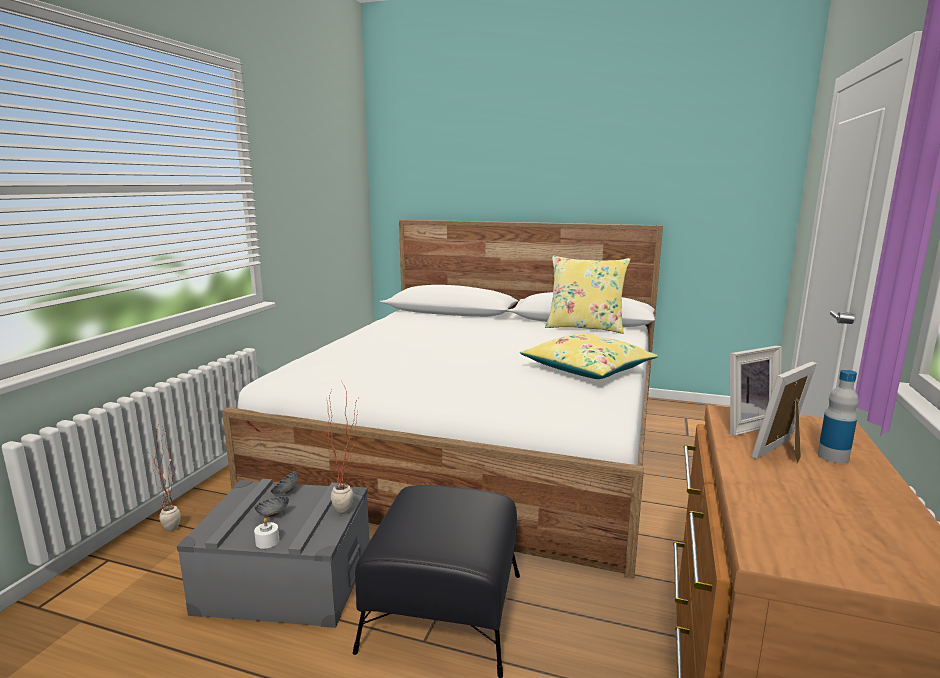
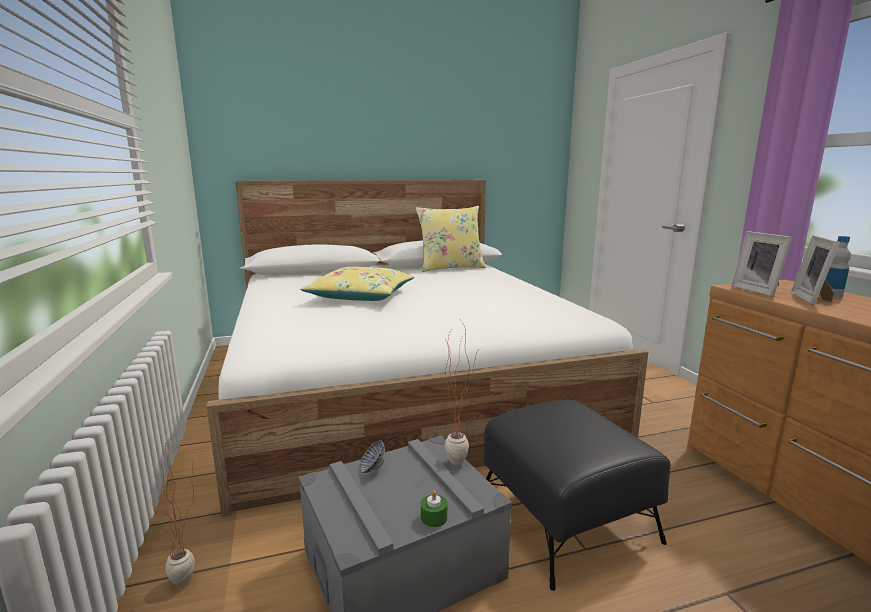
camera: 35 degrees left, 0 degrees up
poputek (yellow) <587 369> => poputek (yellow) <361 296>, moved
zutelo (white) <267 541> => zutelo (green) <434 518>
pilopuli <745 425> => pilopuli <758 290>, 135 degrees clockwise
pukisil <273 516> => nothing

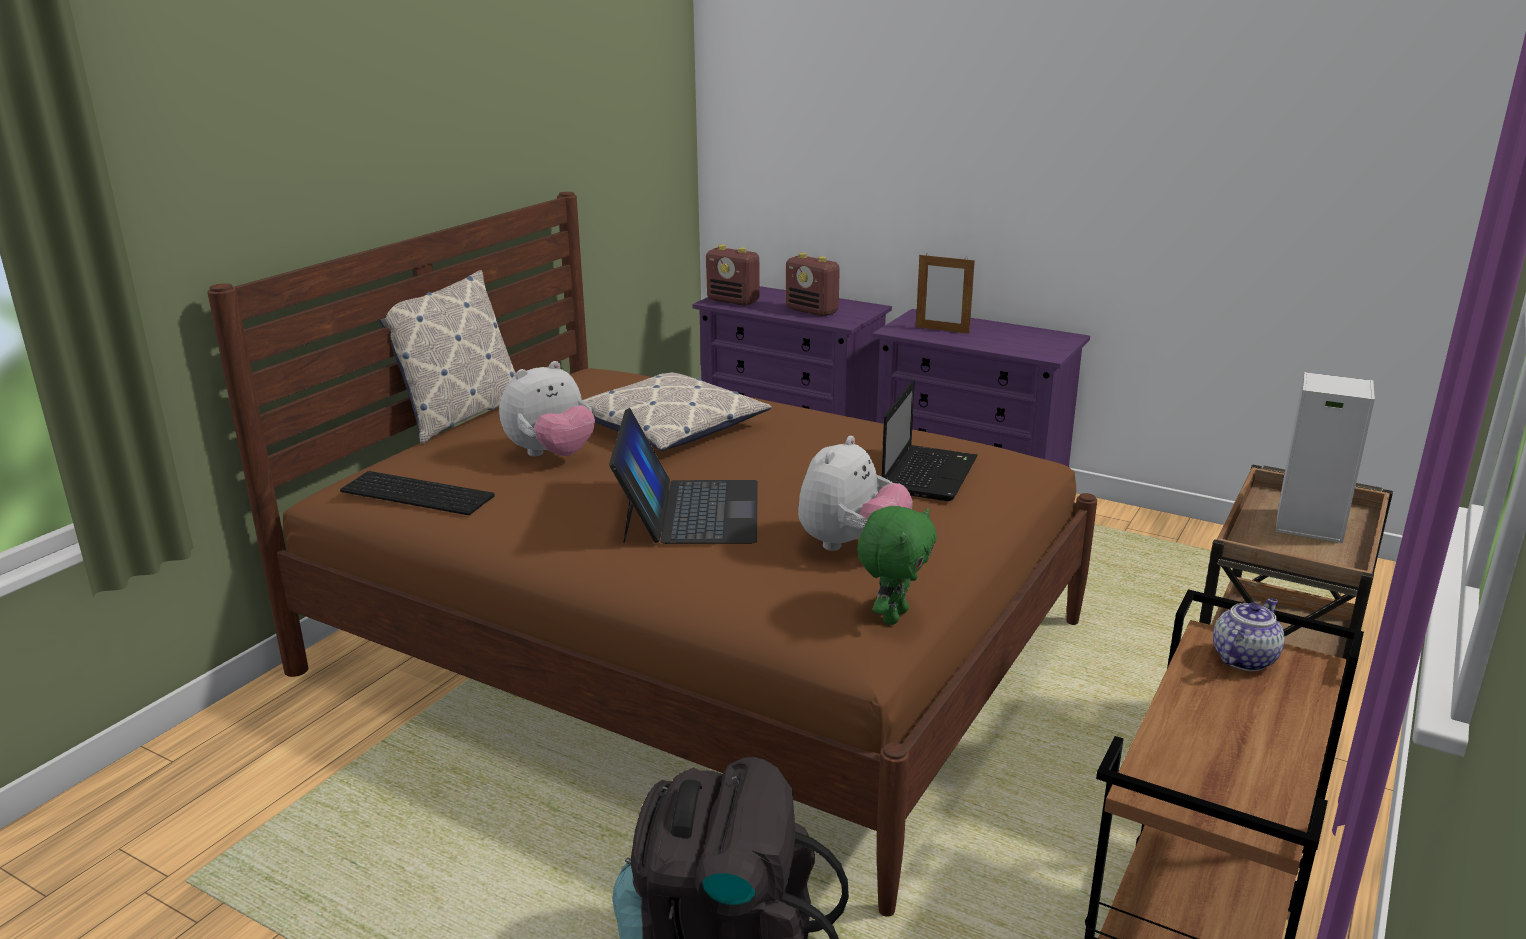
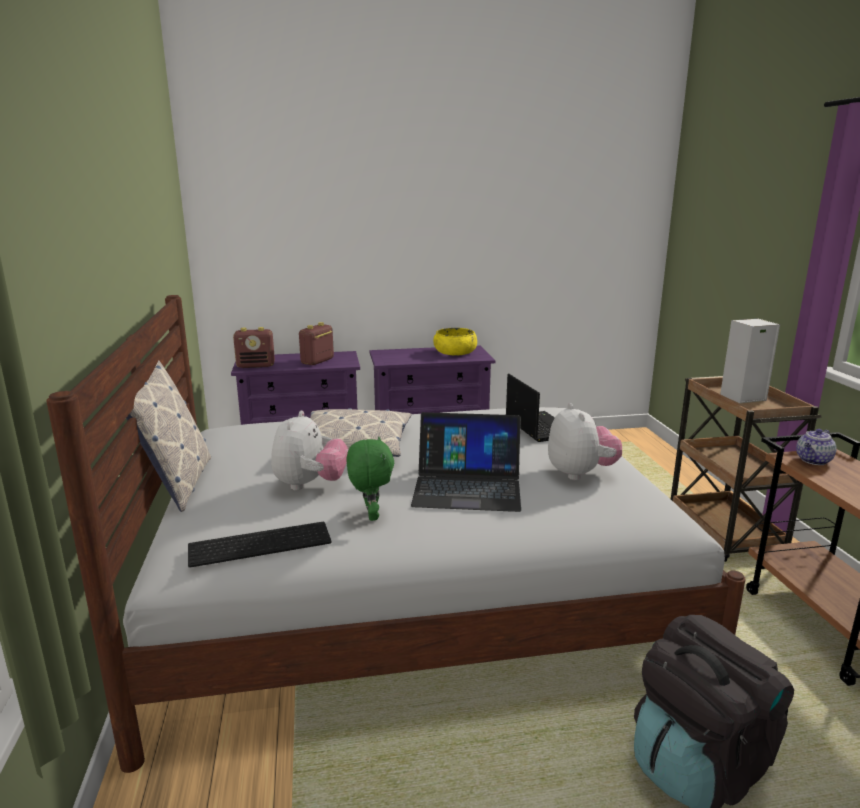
camera: 40 degrees left, 5 degrees down
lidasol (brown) <697 646> => lidasol (white) <414 593>
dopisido <812 311> => dopisido <317 362>, 120 degrees clockwise
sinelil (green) <893 616> => sinelil (green) <370 515>, moved
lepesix <689 511> => lepesix <467 486>, 135 degrees clockwise
nothing => pukisil (yellow) <455 352>
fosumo <1244 658> => fosumo <813 461>, 135 degrees counterclockwise
pilopuli <942 330> => nothing

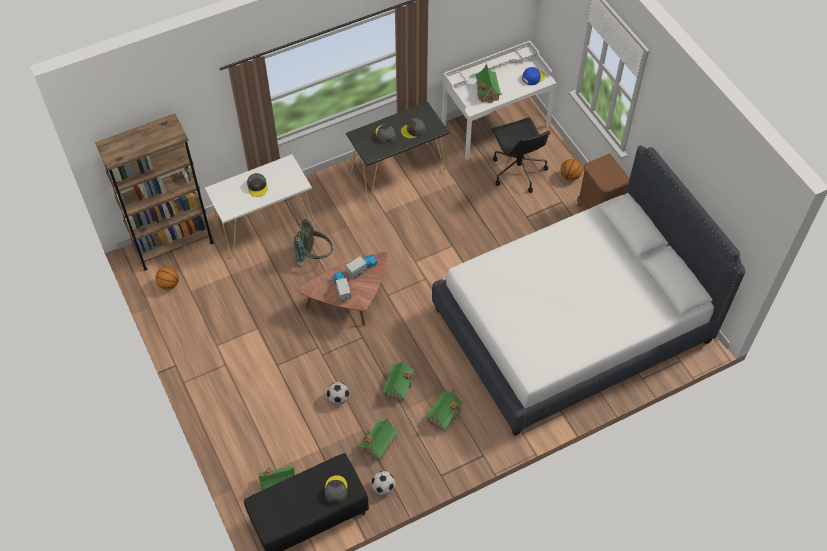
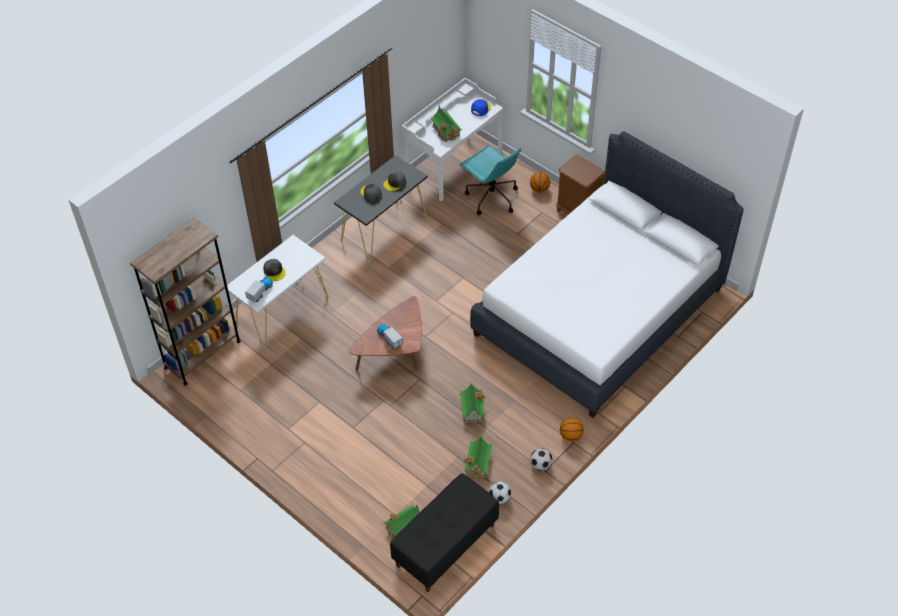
camera: 20 degrees left, 5 degrees down
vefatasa <362 269> => vefatasa <260 292>, moved
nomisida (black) <517 170> => nomisida (turquoise) <491 197>
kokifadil <338 398> => kokifadil <540 465>, moved
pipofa <169 284> => pipofa <570 436>, moved
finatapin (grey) <315 256> => nothing
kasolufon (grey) <336 490> => nothing
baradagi <444 414> => nothing

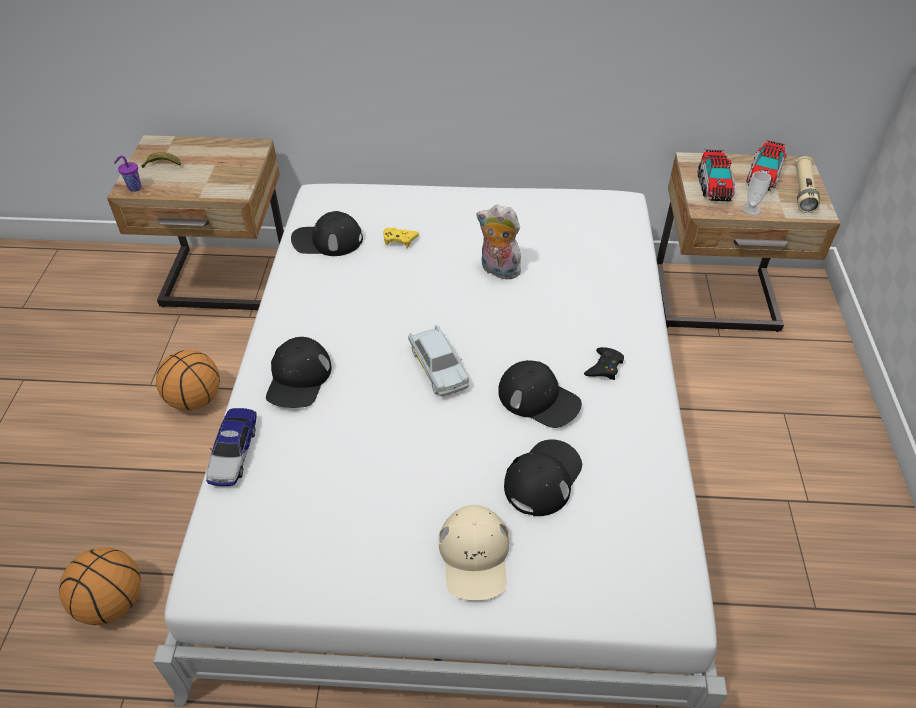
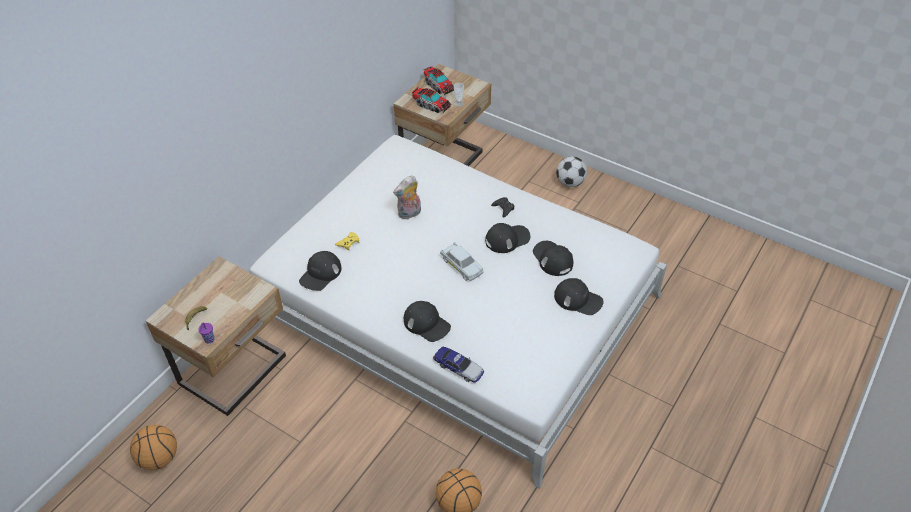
camera: 60 degrees left, 0 degrees up
pipofa <195 398> => pipofa <158 458>, moved
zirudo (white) <438 367> => zirudo (white) <461 266>, 45 degrees clockwise
kasolufon (beige) <474 556> => kasolufon (black) <578 299>
nothing => kokifadil <570 183>
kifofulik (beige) <803 192> => nothing

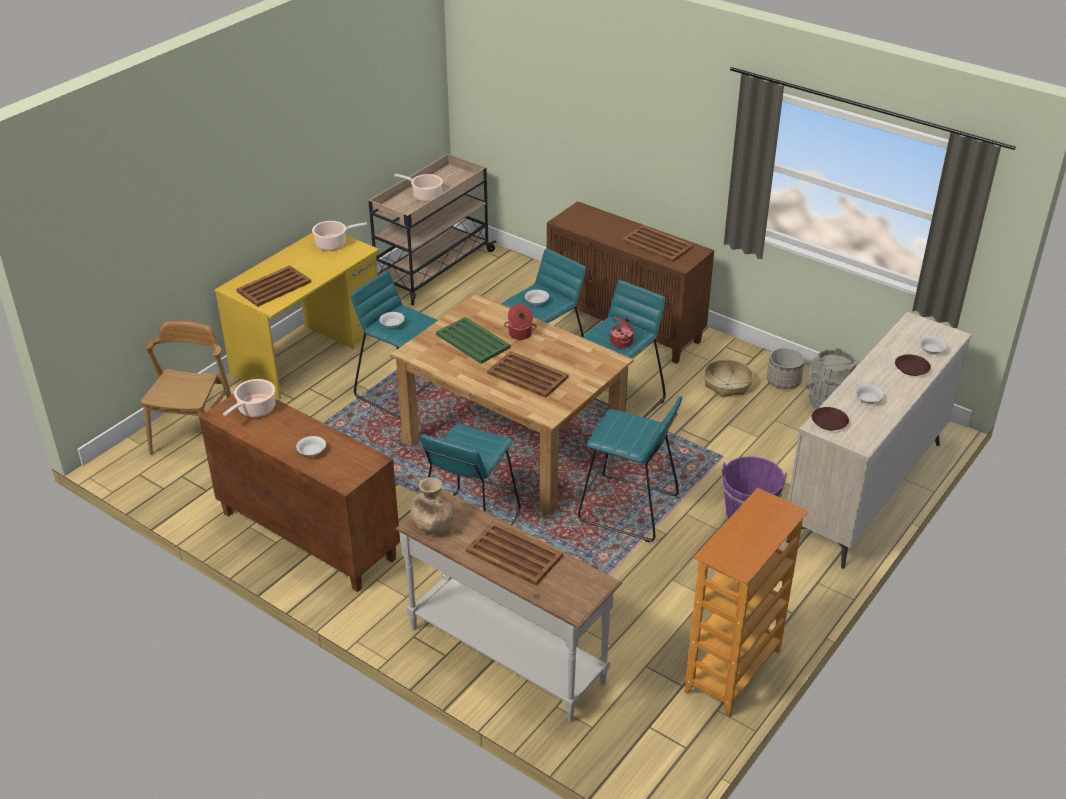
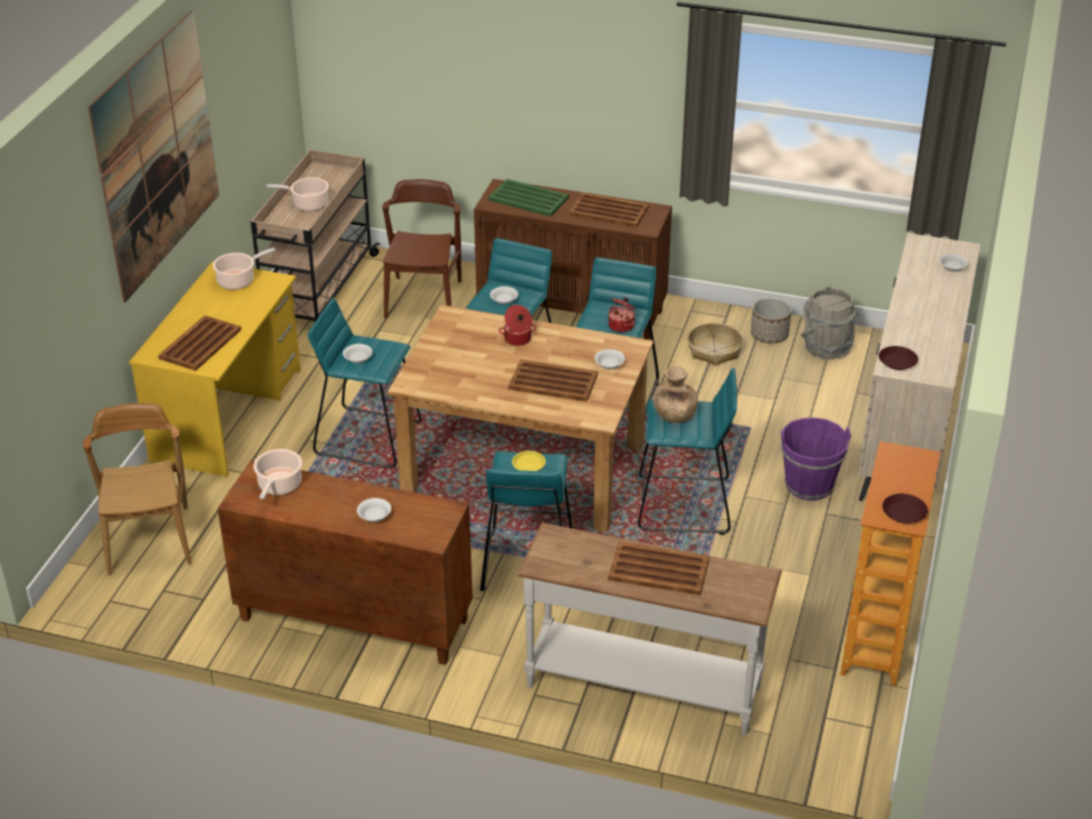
camera: 20 degrees left, 0 degrees up
nothing => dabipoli <157 154>
nothing => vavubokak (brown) <424 299>
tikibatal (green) <472 340> => tikibatal (green) <527 198>, moved
nothing => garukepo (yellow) <528 464>
pukisil (white) <868 399> => pukisil (white) <609 364>, moved
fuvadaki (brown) <433 525> => fuvadaki (brown) <674 415>, moved
garukepo (brown) <912 368> => garukepo (brown) <904 512>, moved

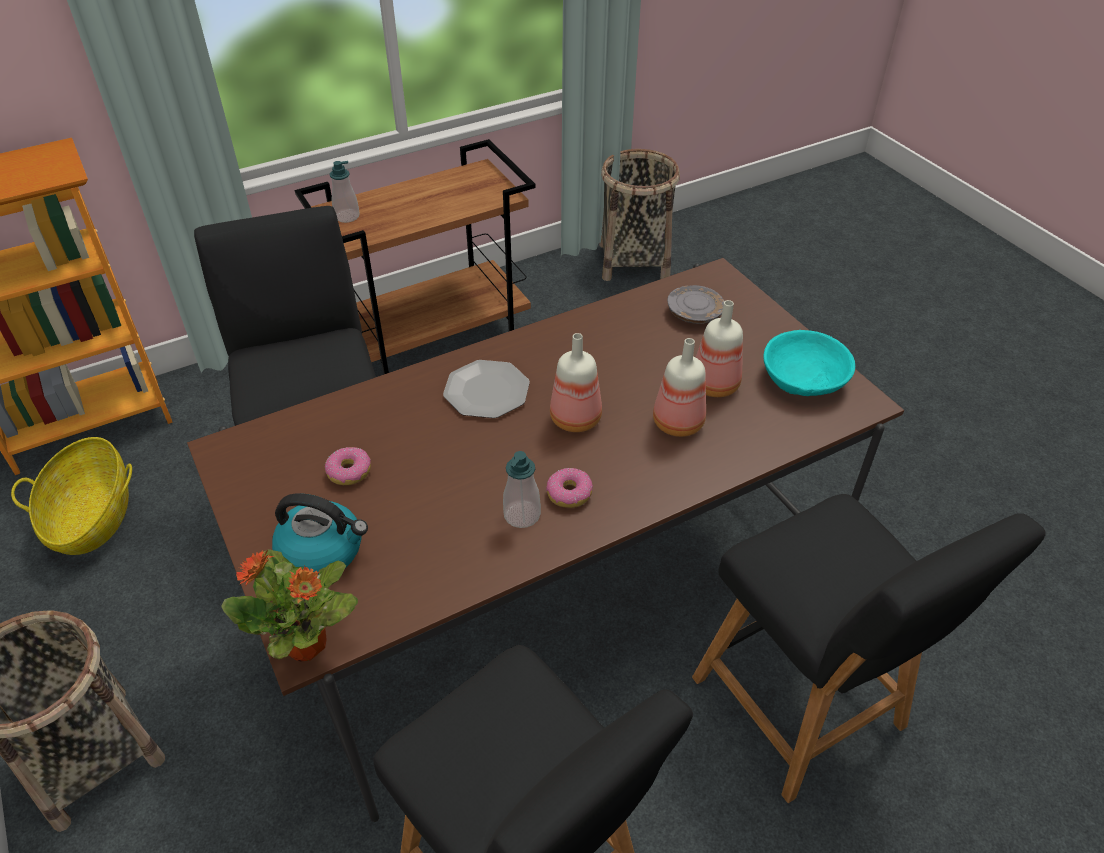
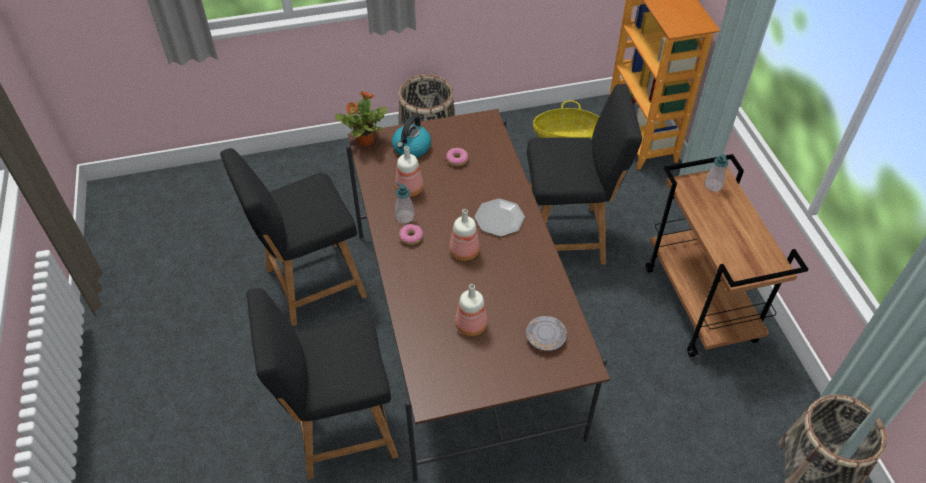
camera: 105 degrees right, 5 degrees up
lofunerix <676 422> => lofunerix <410 189>, moved
pukisil (turquoise) <804 378> => nothing

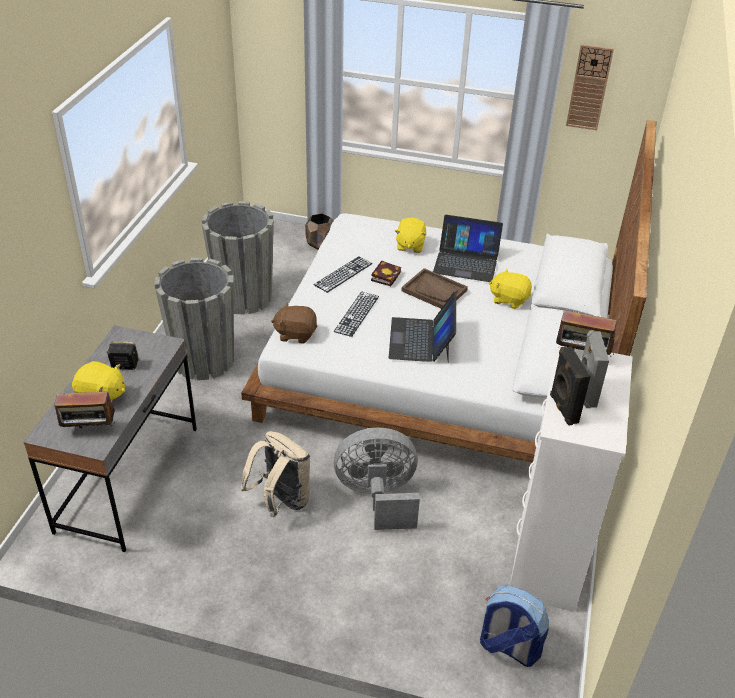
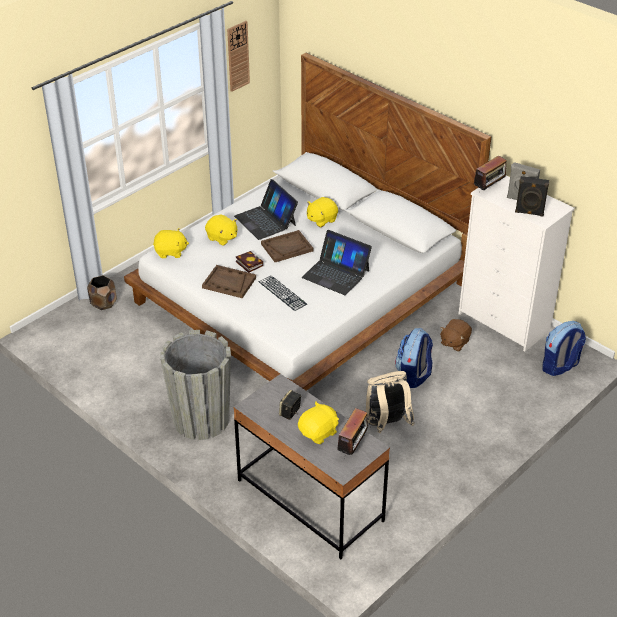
camera: 60 degrees left, 0 degrees up
nothing => sinelil (yellow) <170 252>
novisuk <343 274> => tikibatal (brown) <229 283>
lepesix <466 262> => lepesix <265 220>, 105 degrees clockwise
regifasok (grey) <378 497> => finatapin <413 376>
sinelil (brown) <295 334> => sinelil (brown) <454 342>, moved
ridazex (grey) <243 297> => nothing

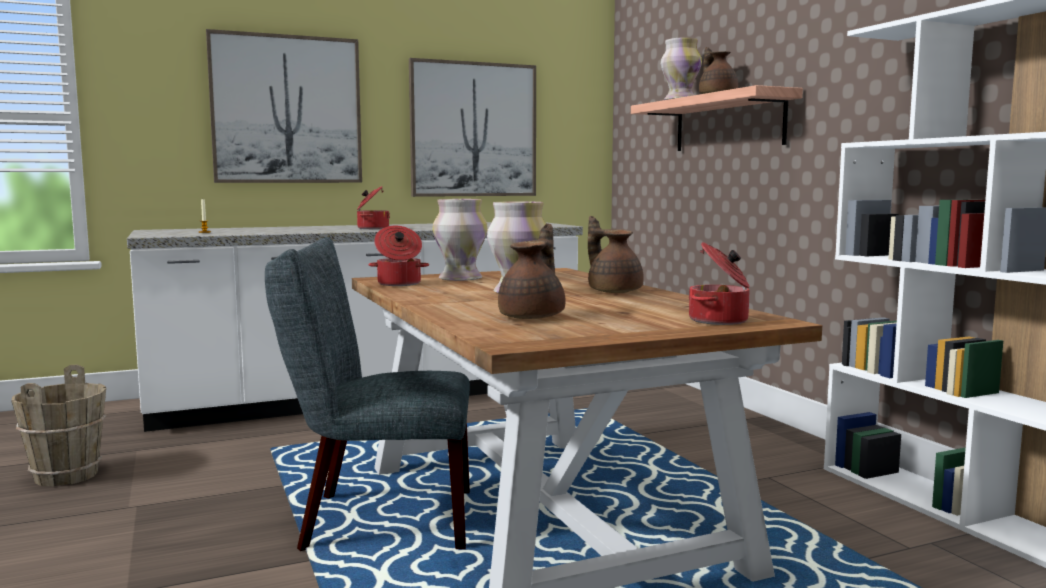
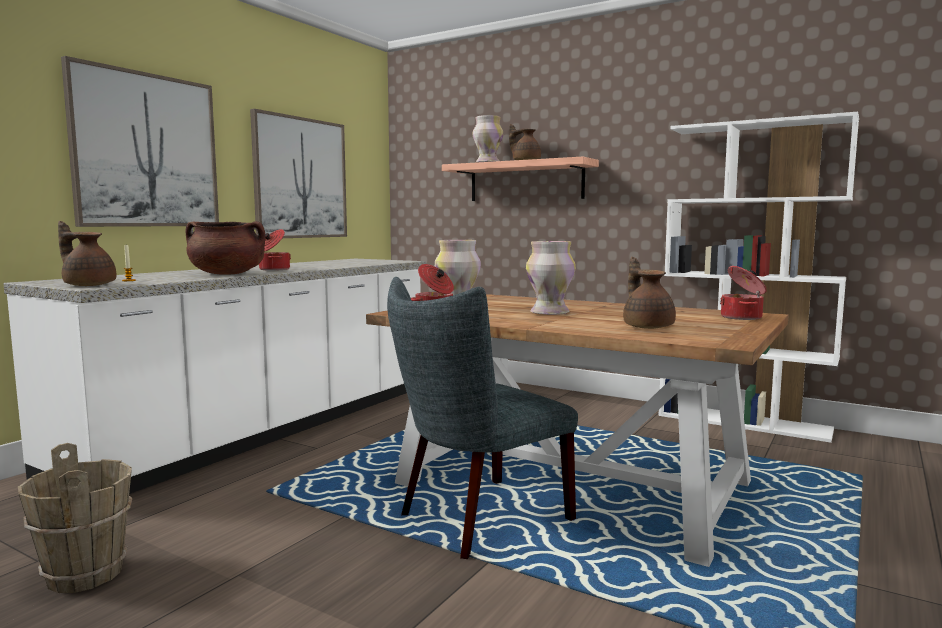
camera: 35 degrees left, 0 degrees up
fosumo (brown) <613 291> => fosumo (brown) <88 285>, moved
nothing => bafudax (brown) <227 274>

